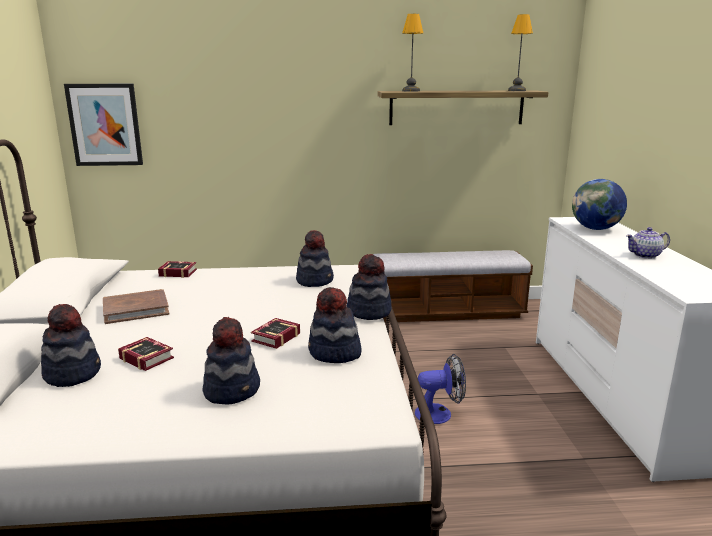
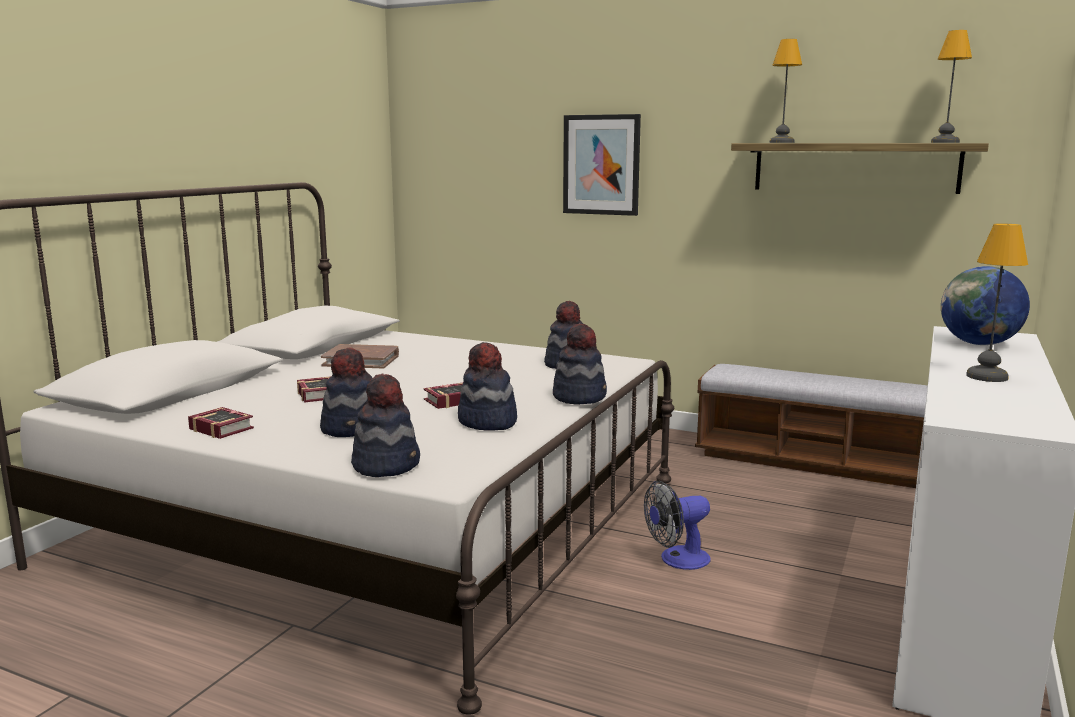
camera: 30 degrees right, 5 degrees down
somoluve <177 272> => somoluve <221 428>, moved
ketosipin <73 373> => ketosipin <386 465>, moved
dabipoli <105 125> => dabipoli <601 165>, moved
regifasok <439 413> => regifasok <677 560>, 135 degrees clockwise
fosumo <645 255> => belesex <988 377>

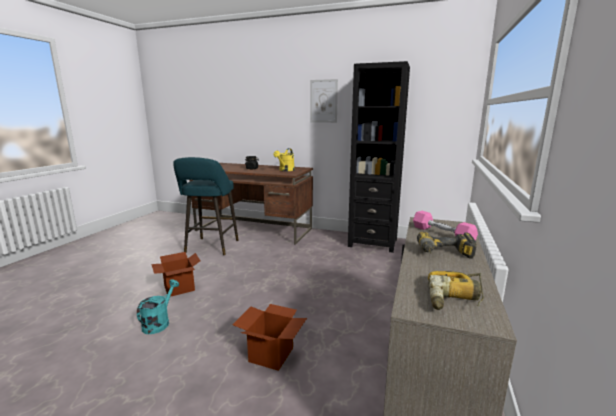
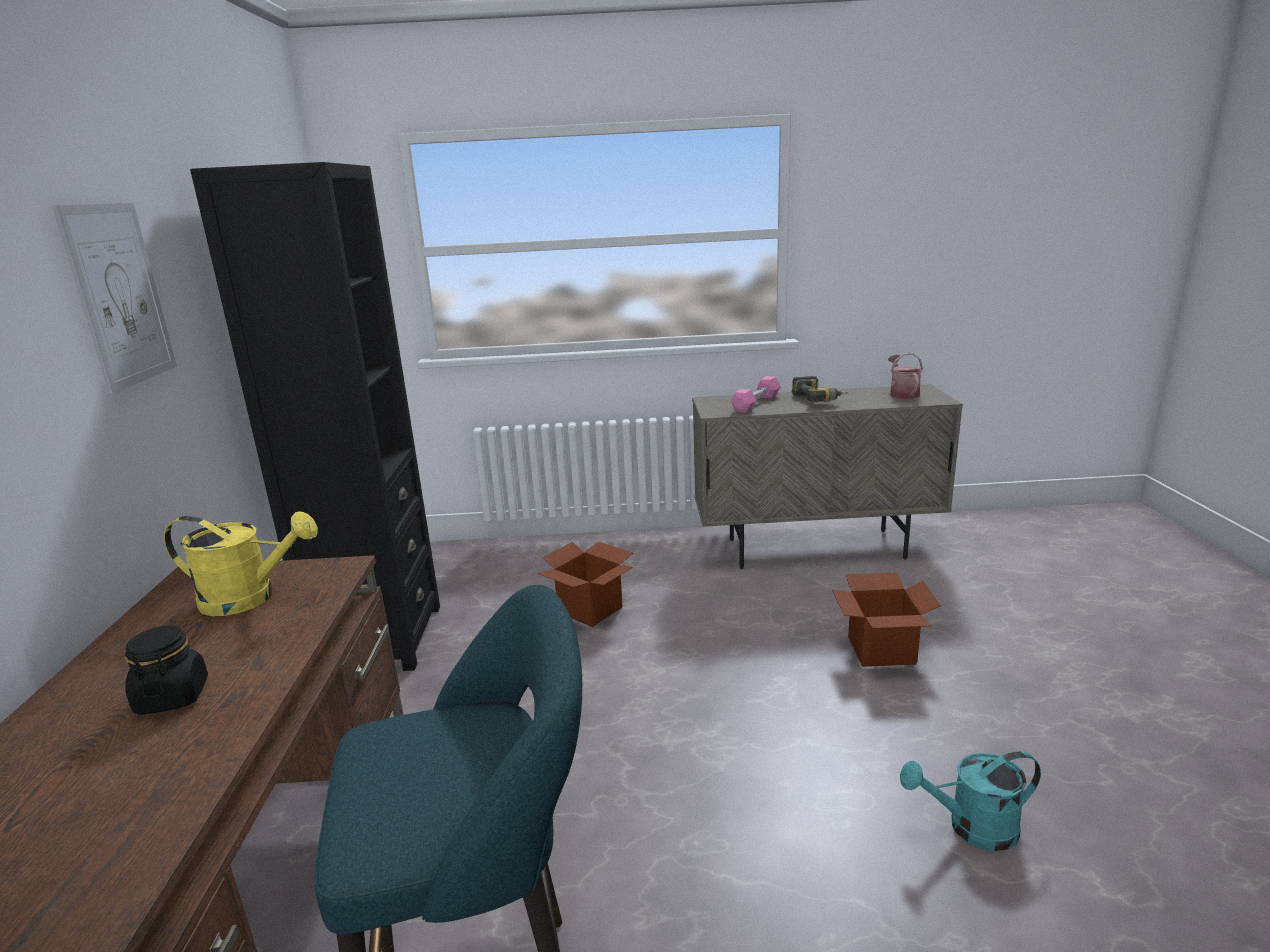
camera: 110 degrees left, 5 degrees up
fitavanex <179 288> => fitavanex <589 610>, moved
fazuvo <455 297> => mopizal <902 393>

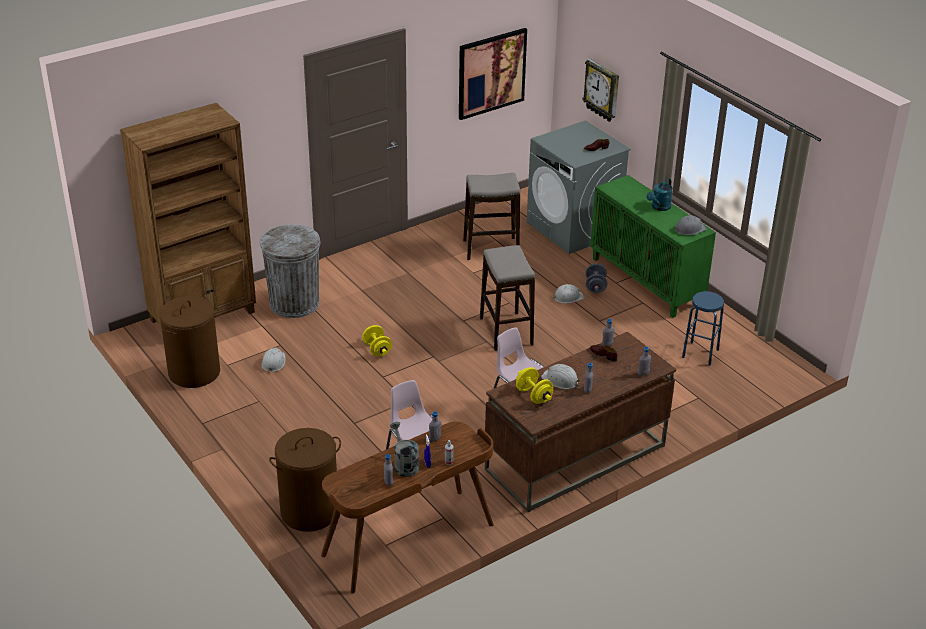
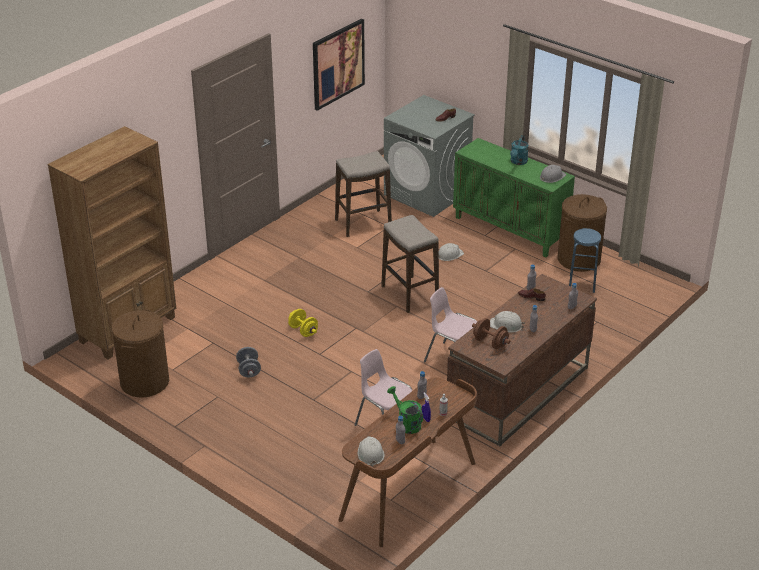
camera: 15 degrees left, 0 degrees up
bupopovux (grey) <595 287> => bupopovux (grey) <249 370>, moved
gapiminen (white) <273 362> => gapiminen (white) <370 453>, moved
mopizal (grey) <404 464> => mopizal (green) <406 423>
bupopovux (yellow) <533 395> => bupopovux (brown) <490 343>
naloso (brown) <309 511> => naloso (brown) <578 259>, moved
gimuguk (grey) <294 303> => nothing
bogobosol <602 90> => nothing

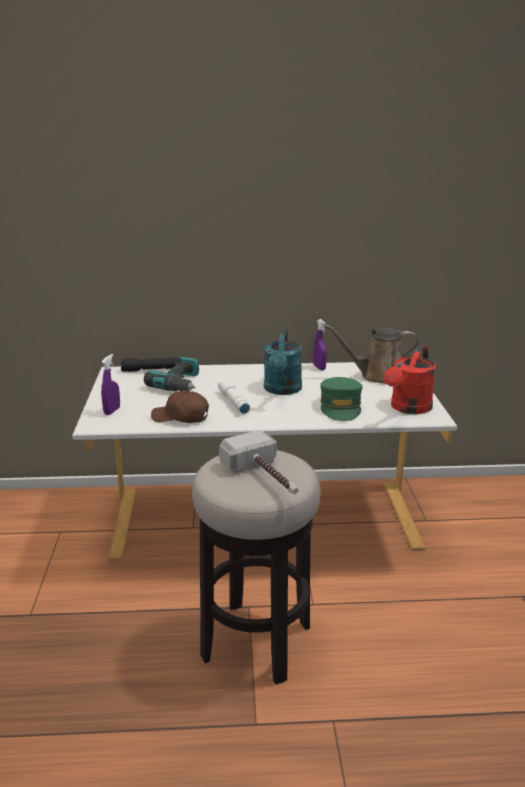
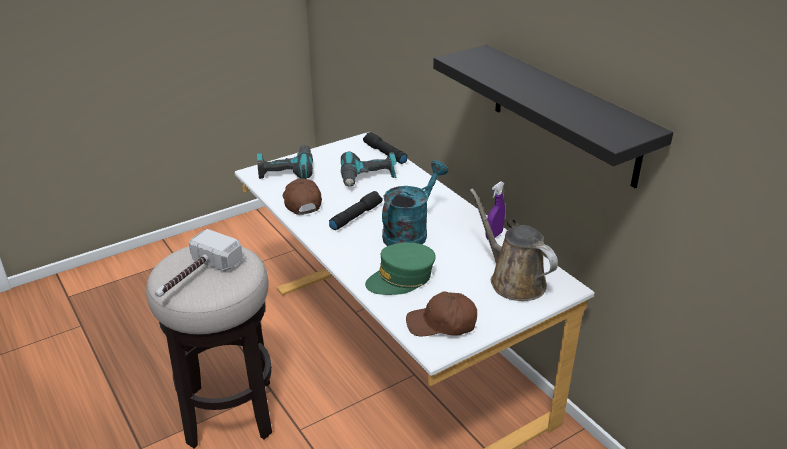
camera: 60 degrees right, 10 degrees up
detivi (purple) <112 411> => fazuvo <286 169>
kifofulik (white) <233 402> => kifofulik (black) <355 216>
mopizal (turquoise) <282 390> => mopizal (turquoise) <410 232>, 150 degrees clockwise
mopizal (red) <408 408> => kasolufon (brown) <442 324>
nothing => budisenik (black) <564 115>

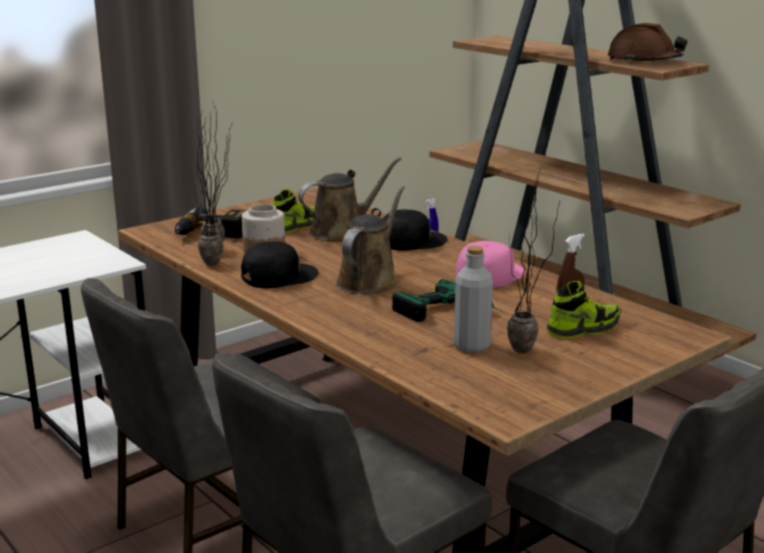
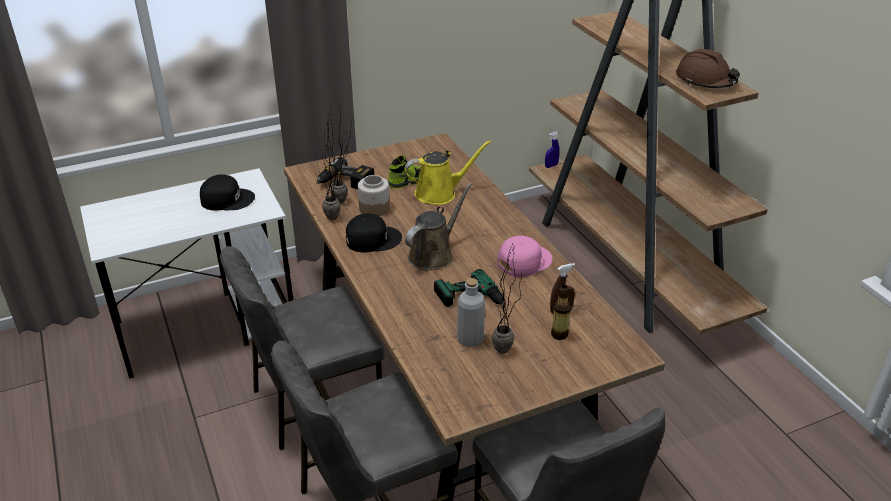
camera: 15 degrees right, 15 degrees up
kasolufon (black) <411 241> => kasolufon (black) <227 199>, moved
mopizal (brown) <342 232> => mopizal (yellow) <439 193>
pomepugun <583 329> => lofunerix <559 334>

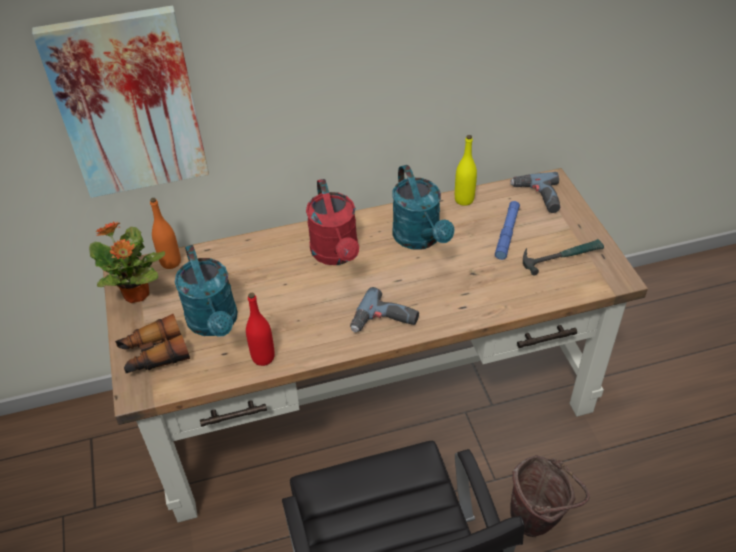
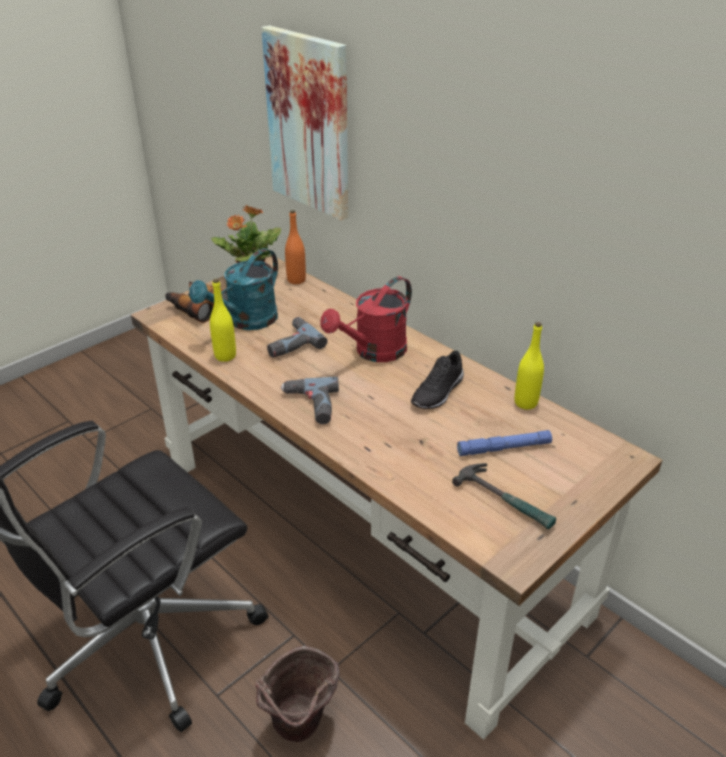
camera: 60 degrees right, 10 degrees down
lofunerix (red) <263 357> => lofunerix (yellow) <225 356>
fazuvo <537 197> => fazuvo <290 343>, moved
mopizal (turquoise) <420 239> => pomepugun (black) <439 393>

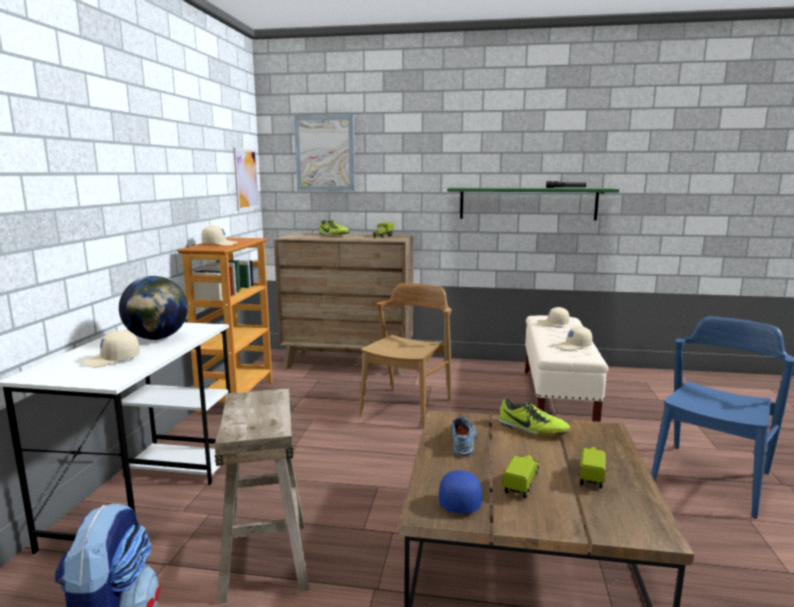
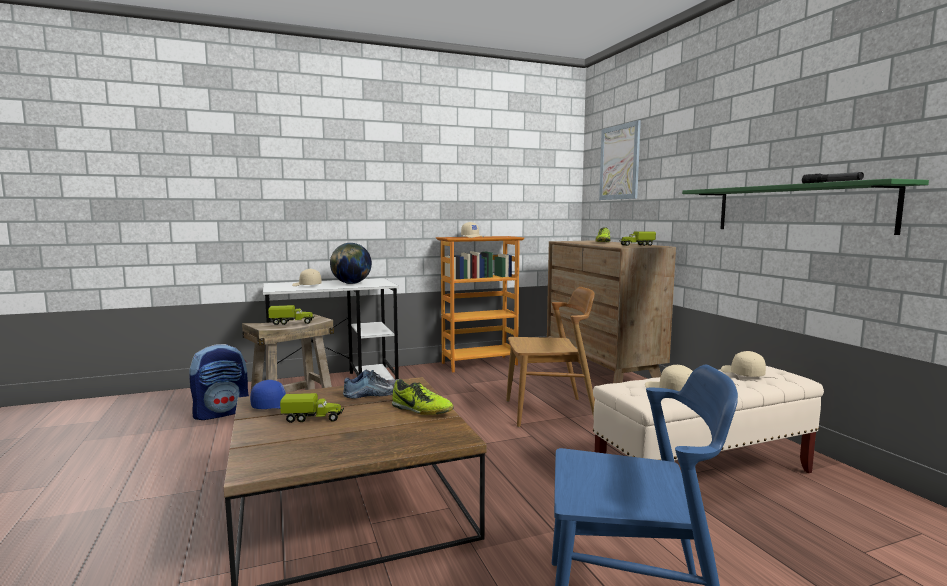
camera: 60 degrees right, 5 degrees down
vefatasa <591 474> => vefatasa <292 323>, moved
pomepugun <532 430> => pomepugun <421 410>, 60 degrees counterclockwise
dabipoli <246 179> => nothing

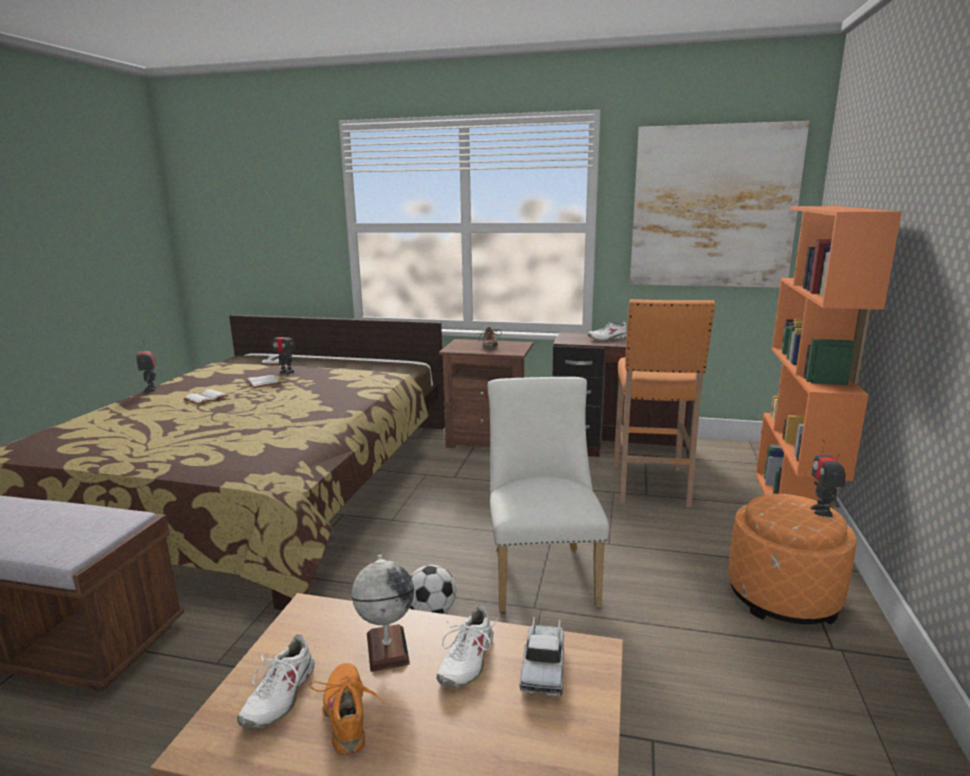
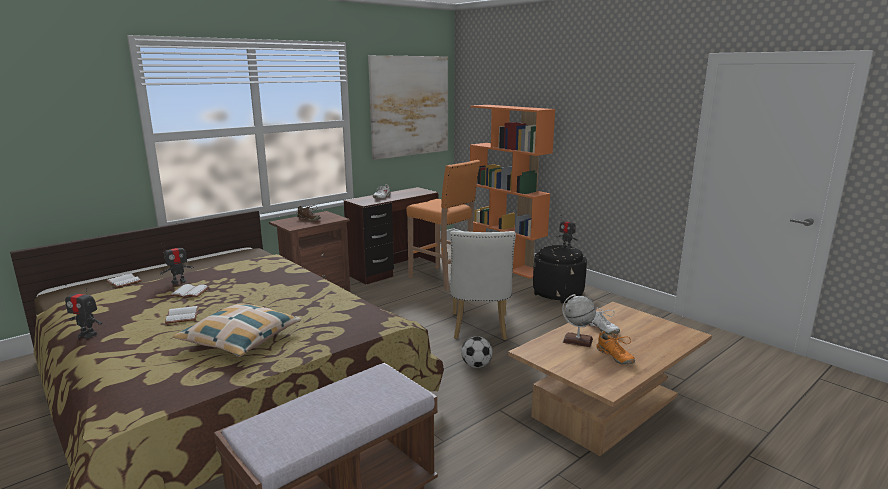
camera: 55 degrees left, 0 degrees up
nothing => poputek <240 338>
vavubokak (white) <542 572> => vavubokak (white) <479 329>, 120 degrees counterclockwise
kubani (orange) <783 596> => kubani (black) <558 293>
pomepugun (orange) <348 715> => pomepugun (orange) <614 357>, 135 degrees counterclockwise
pomepugun (white) <279 696> => nothing
vefatasa <543 666> => nothing

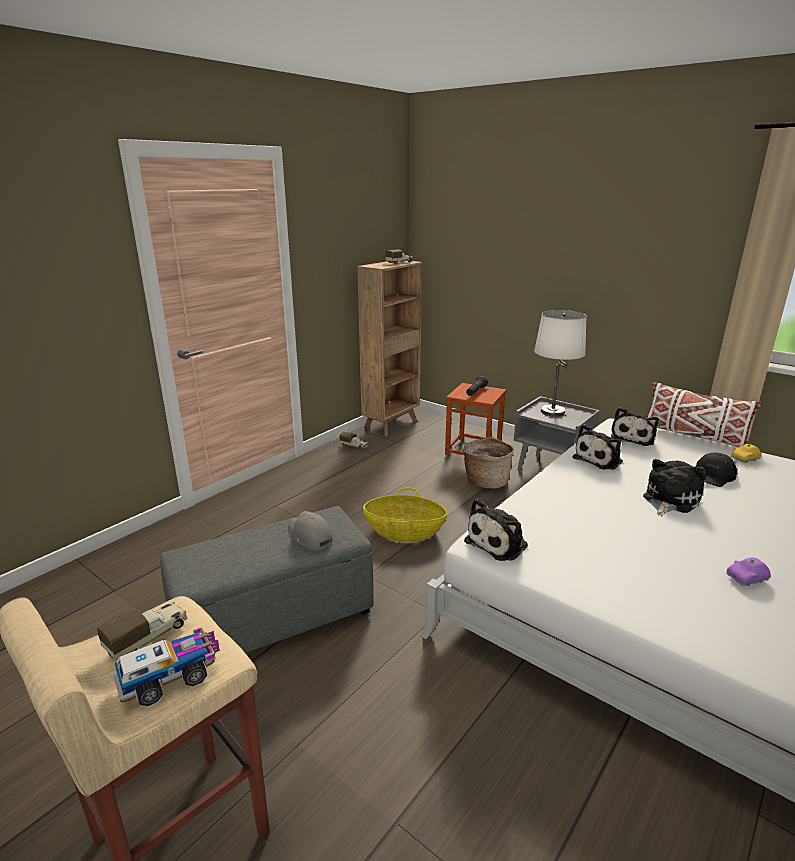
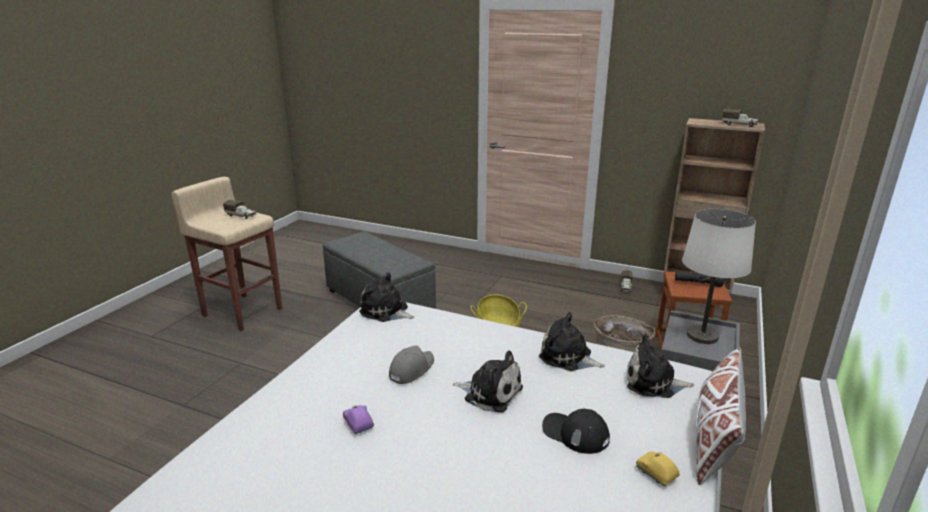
camera: 75 degrees right, 0 degrees up
kasolufon (grey) <309 536> => kasolufon (grey) <411 369>, moved
vefatasa <171 676> => nothing

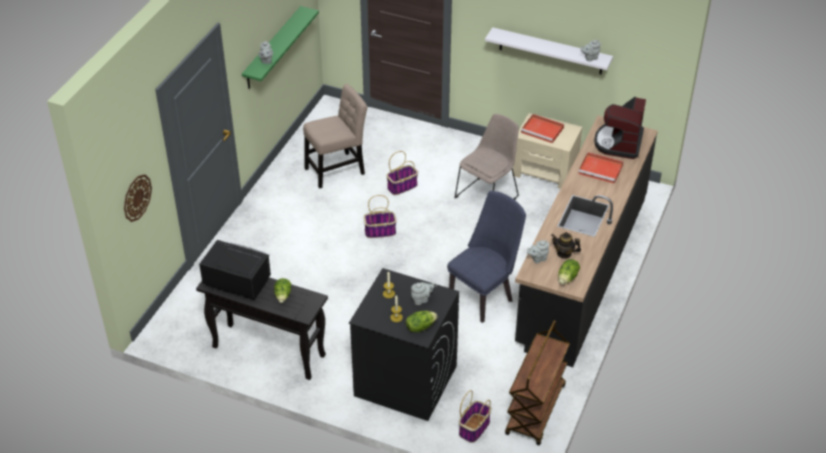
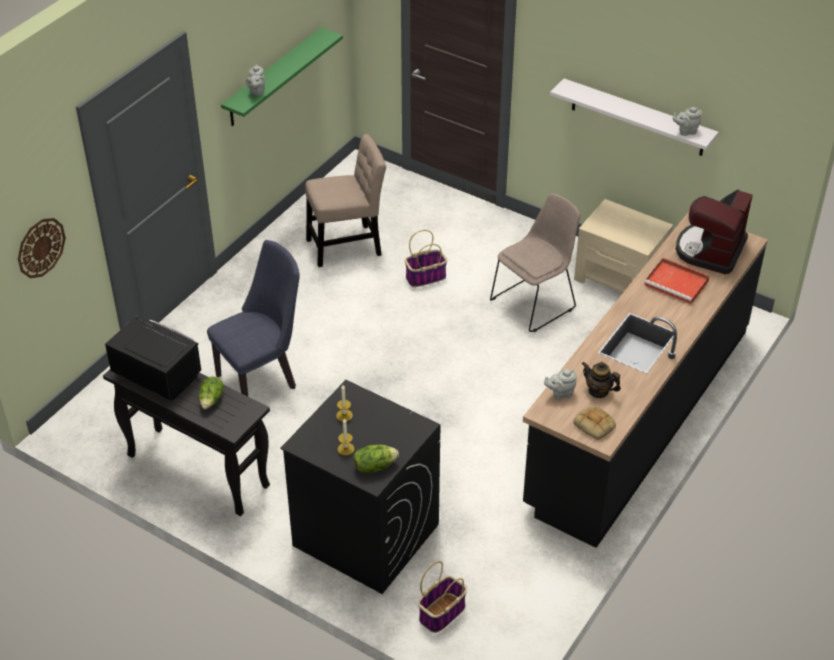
camera: 10 degrees right, 0 degrees up
vavubokak (blue) <484 296> => vavubokak (blue) <262 378>, moved
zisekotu <567 278> => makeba <595 425>
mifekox <380 231> => nothing
fosumo (grey) <421 299> => nothing
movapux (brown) <536 410> => nothing
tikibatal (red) <543 130> => nothing

